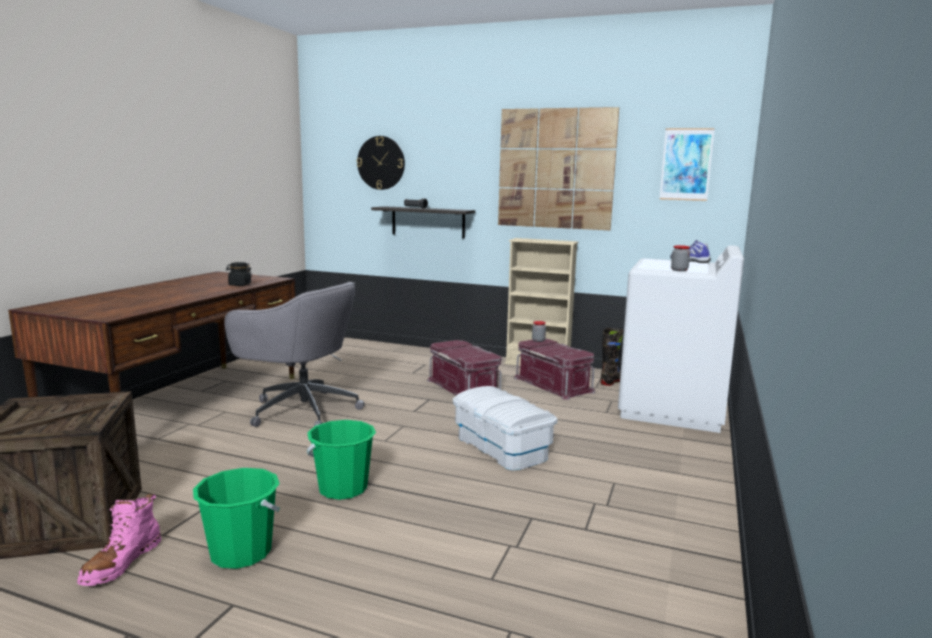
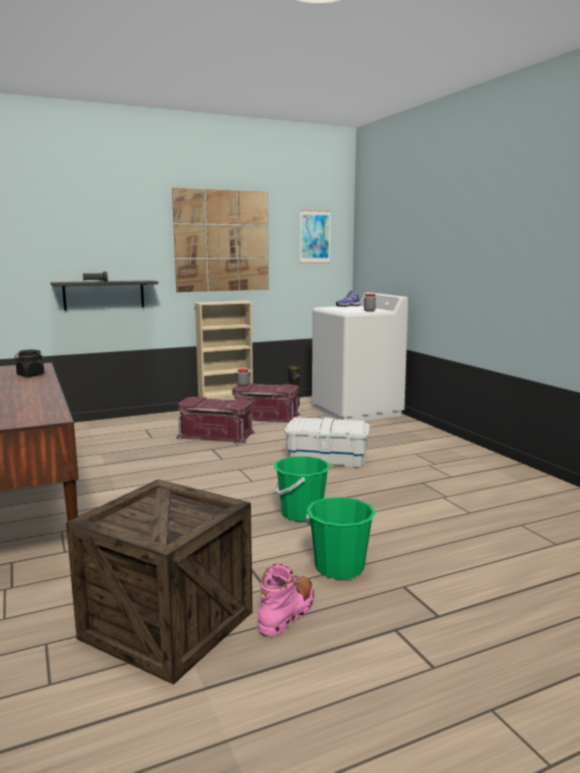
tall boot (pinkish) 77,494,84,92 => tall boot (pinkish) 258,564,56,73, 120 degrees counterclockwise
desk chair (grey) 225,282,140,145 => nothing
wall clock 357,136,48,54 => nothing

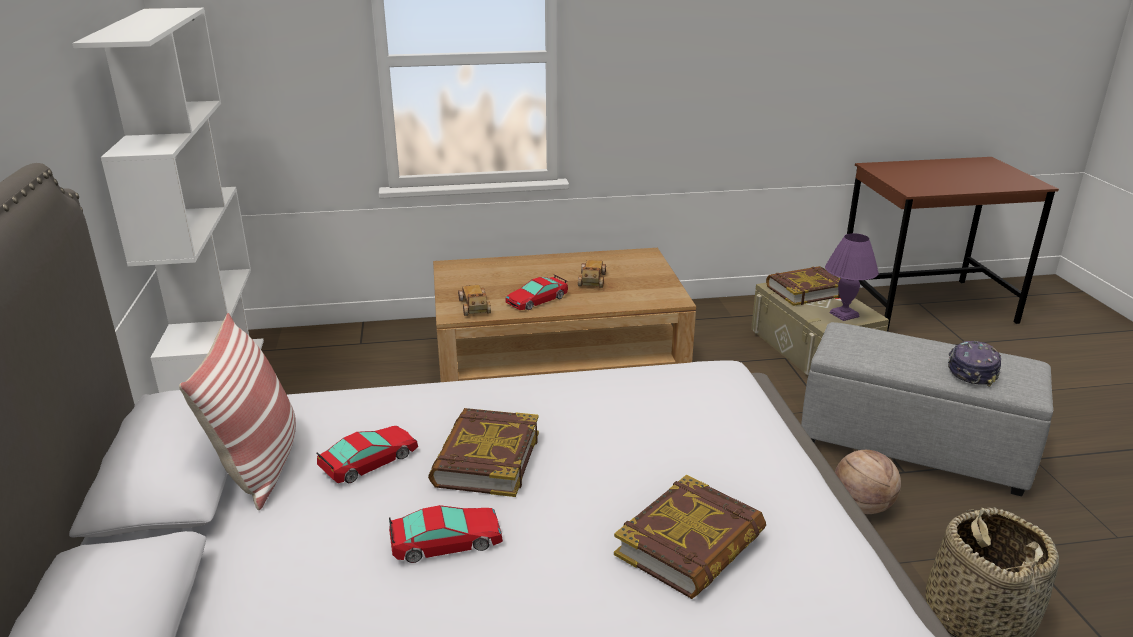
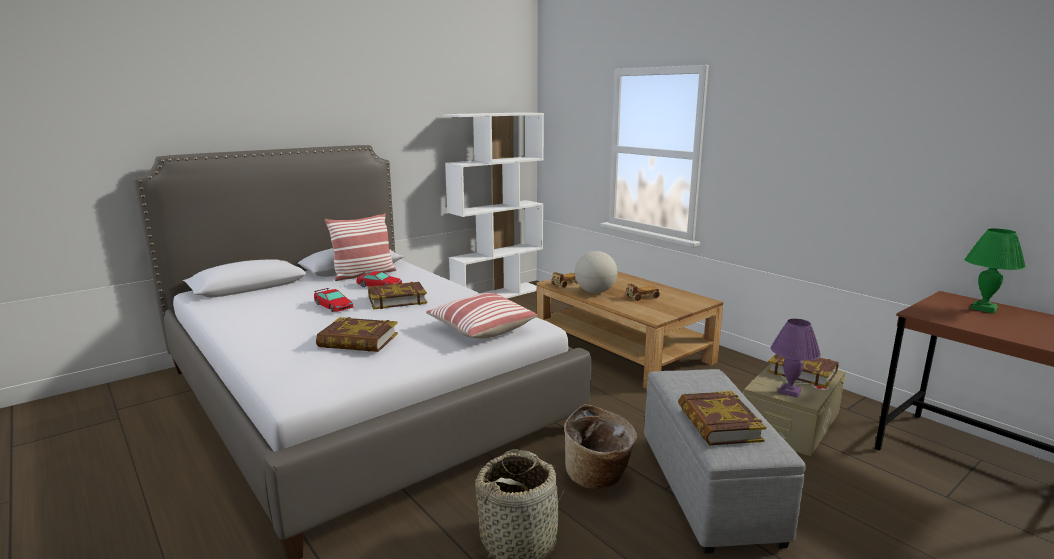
model car 505,275,63,35 => desk globe 575,251,42,42
basketball 835,450,66,64 => household basket 564,404,73,85
cap 948,341,53,46 => book 678,391,88,54
nothing => throw pillow 426,293,111,45
nothing => lamp for a table (greenish) 964,228,62,85

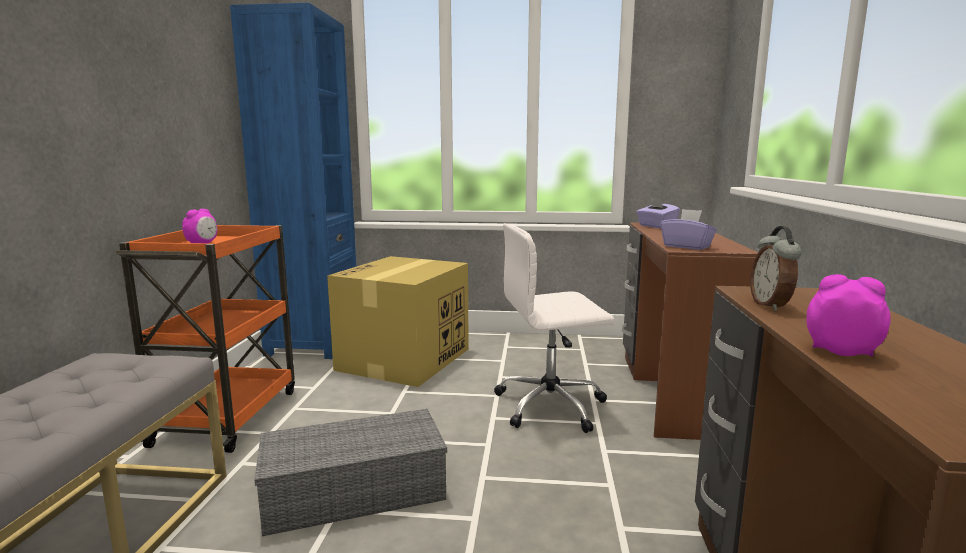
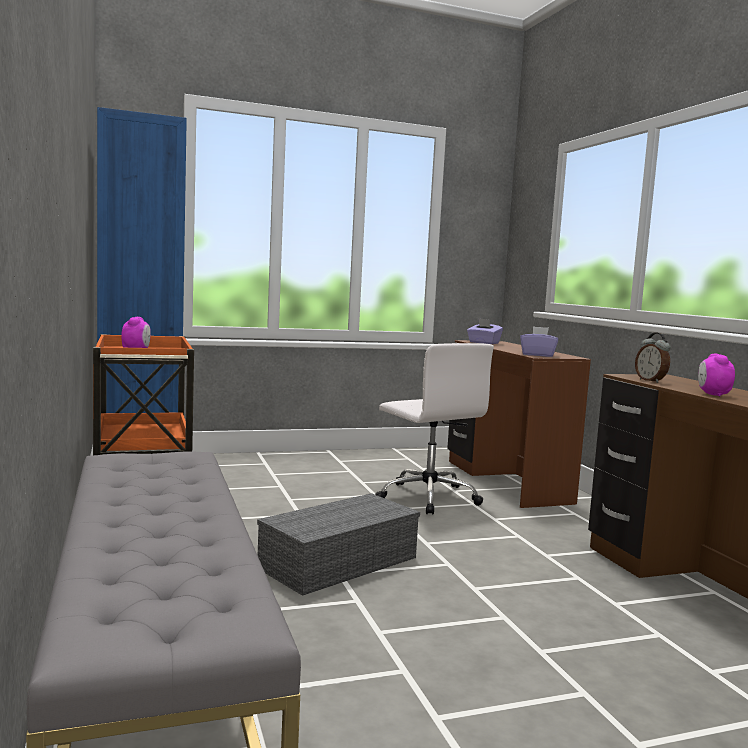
packing box 327,256,142,131 => nothing
desk chair (white) 494,223,120,210 => desk chair (white) 375,343,119,172, 90 degrees counterclockwise
table clock 807,274,84,83 => table clock 698,354,37,43, 90 degrees counterclockwise

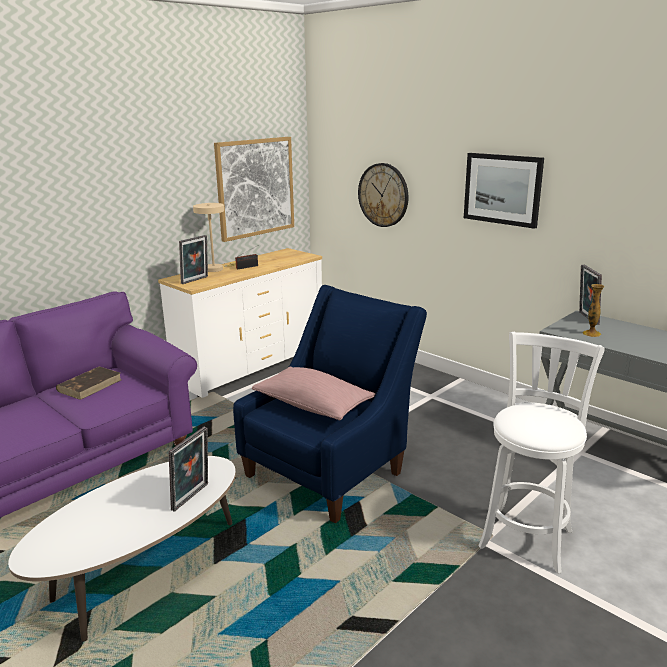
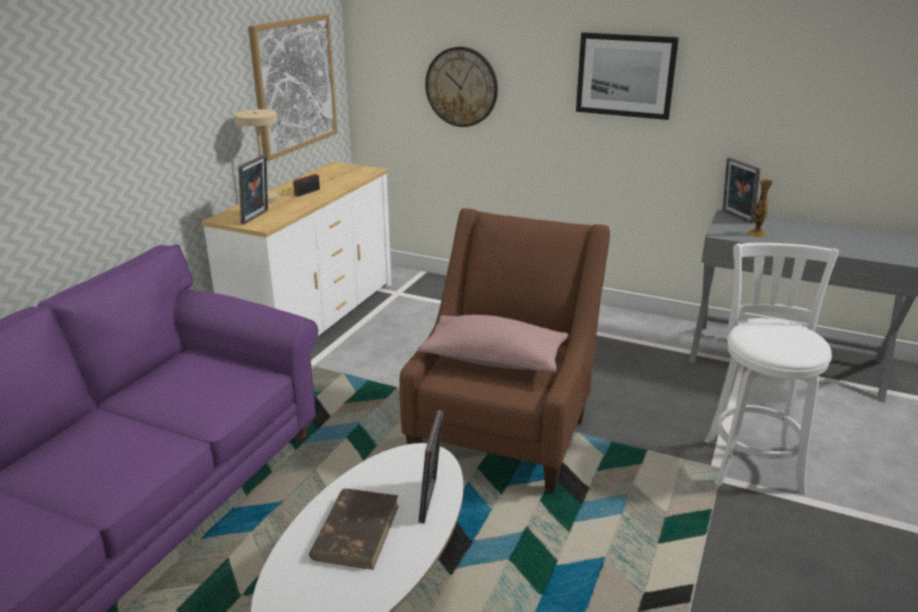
book (brownish) 56,367,65,33 => book (brownish) 309,488,90,82, moved
armchair (blue-coloured) 233,285,194,238 => armchair (brownish) 399,208,211,285

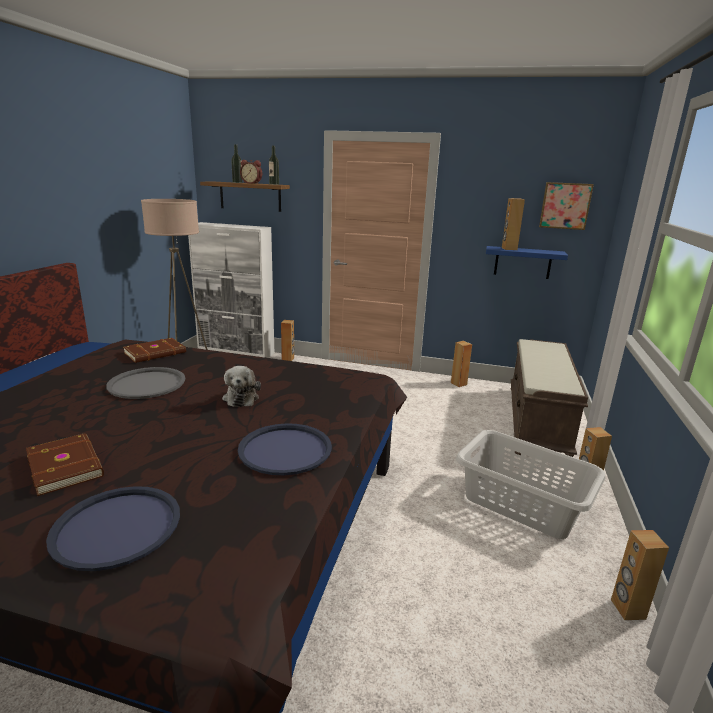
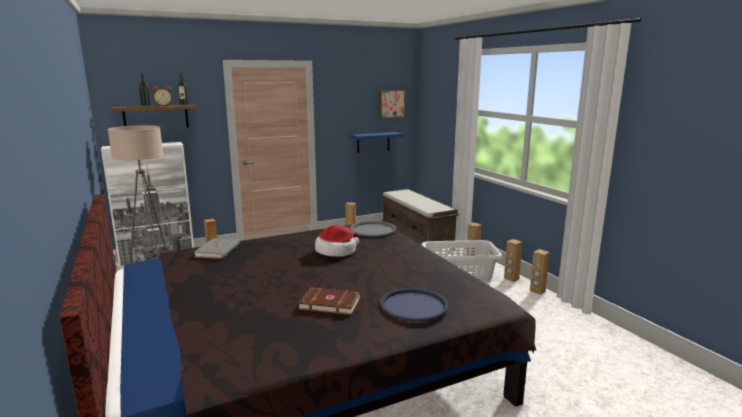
serving tray (grey) 106,367,79,32 => serving tray (grey) 350,221,46,16, moved
book (brownish) 123,338,63,25 => book (grey) 194,238,46,21
cuddly toy 222,366,39,41 => wearable hat 315,225,44,32
serving tray (blue-coloured) 238,423,94,52 => nothing
audio speaker (brownish) 502,198,23,52 => audio speaker (brownish) 504,239,18,43, moved

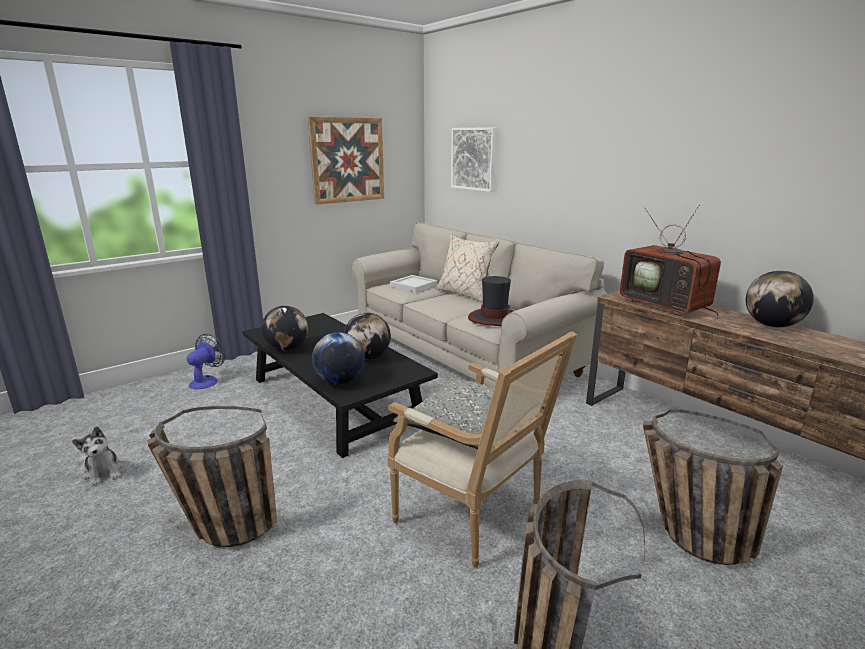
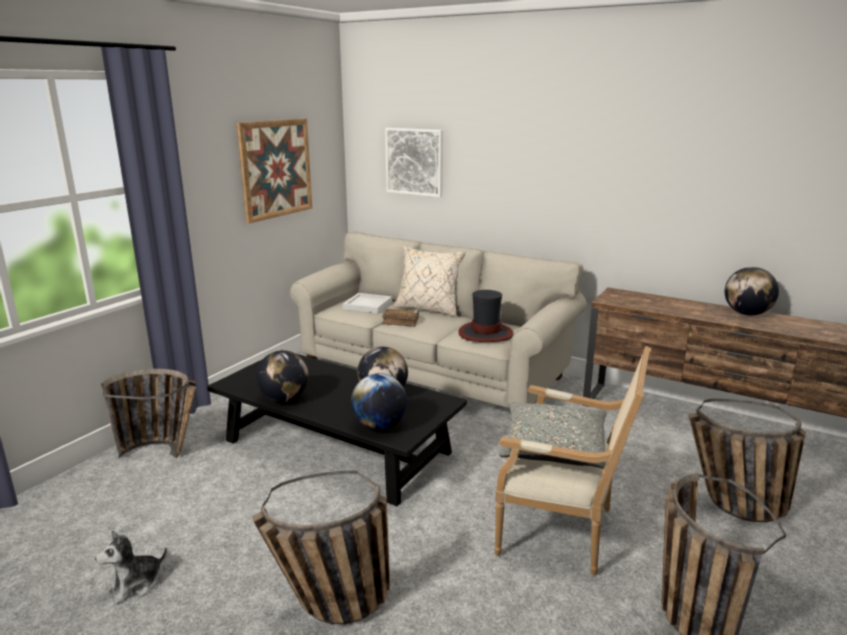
cuddly toy 72,427,51,60 => cuddly toy 95,530,72,74, 105 degrees clockwise
fan 186,334,39,55 => household basket 101,369,95,89
TV 620,204,101,115 => nothing
nothing => book (brownish) 382,309,37,18

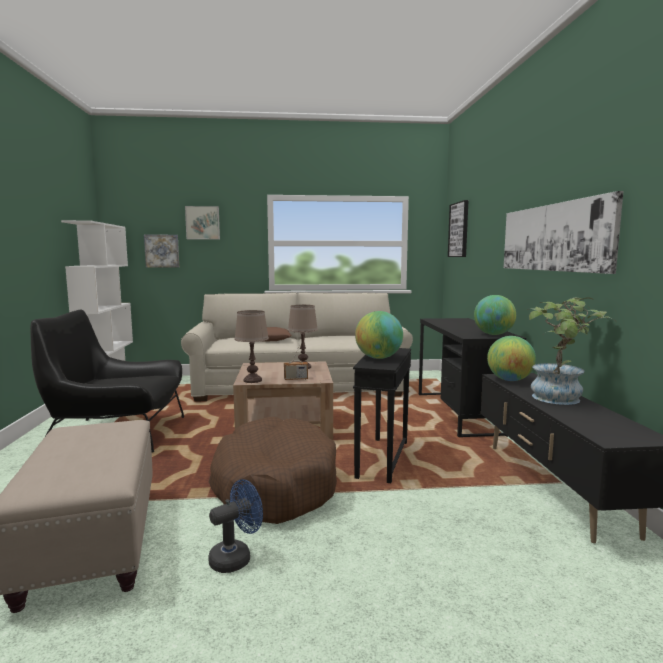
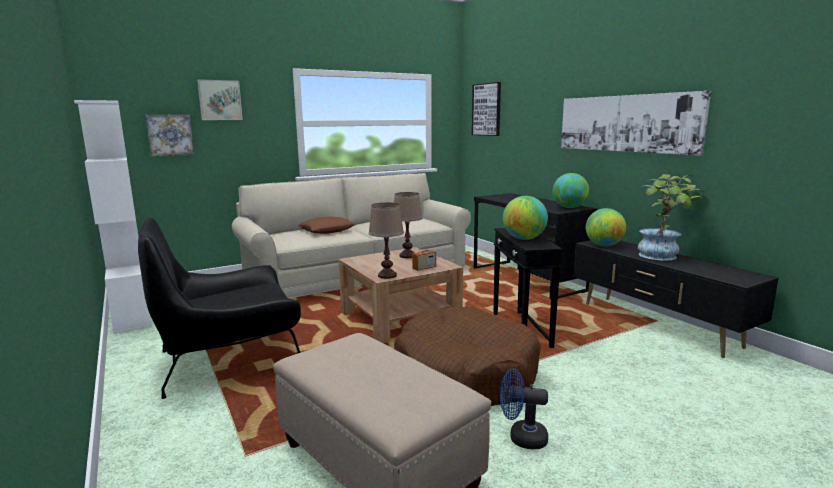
fan (blue-coloured) 208,479,55,94 => fan (blue-coloured) 500,368,48,81, 105 degrees counterclockwise

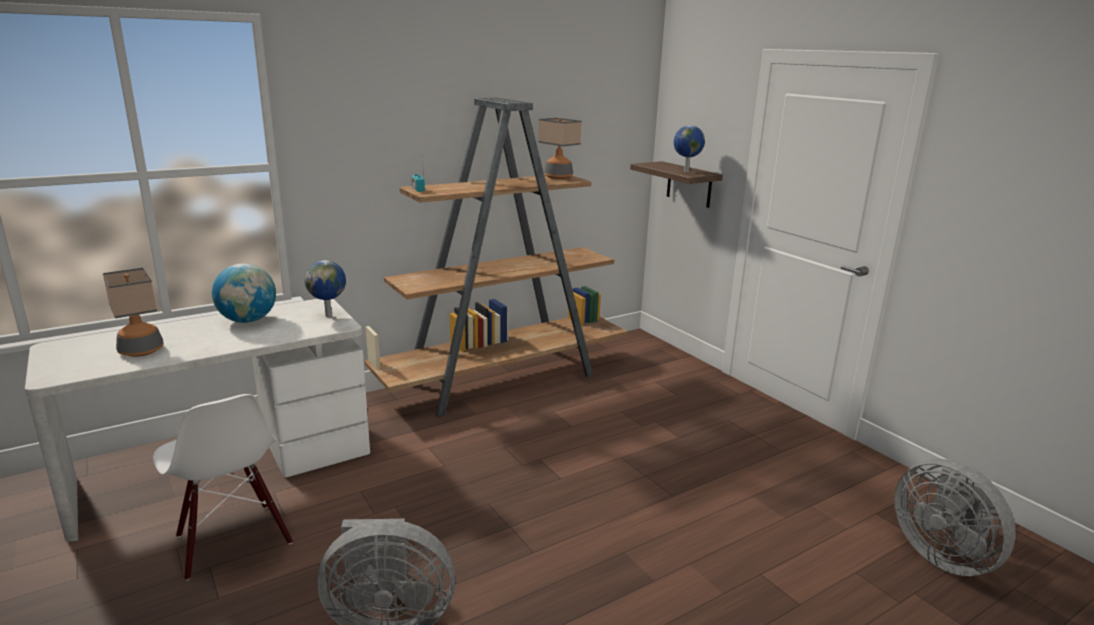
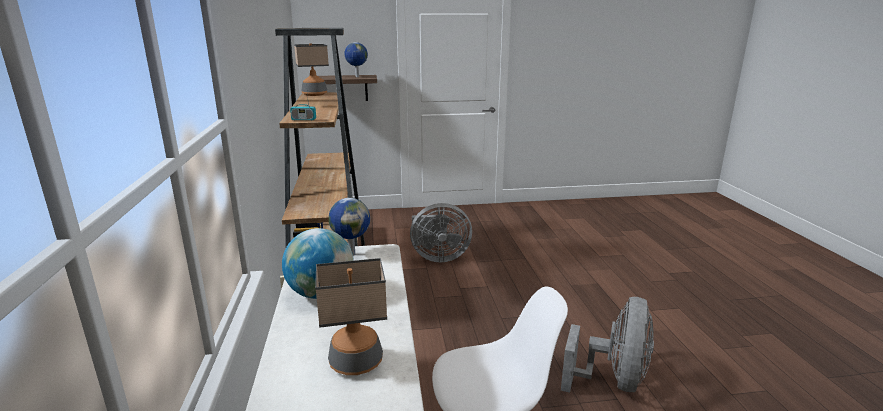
fan (grey) 894,459,122,117 => fan (grey) 410,203,62,59, moved

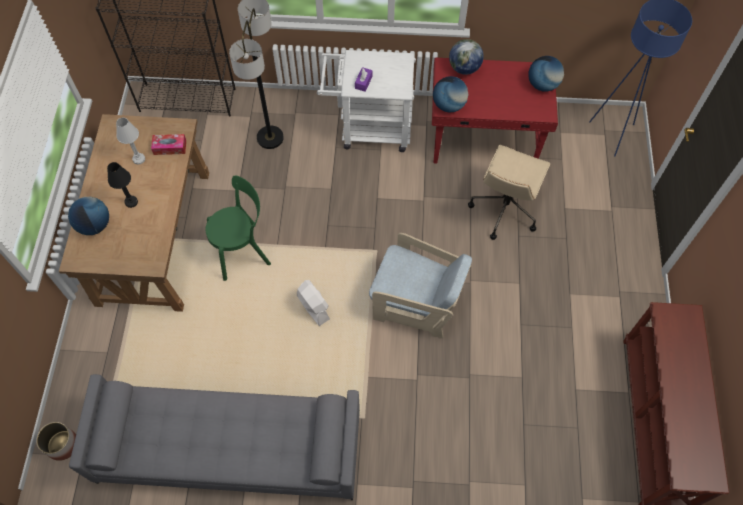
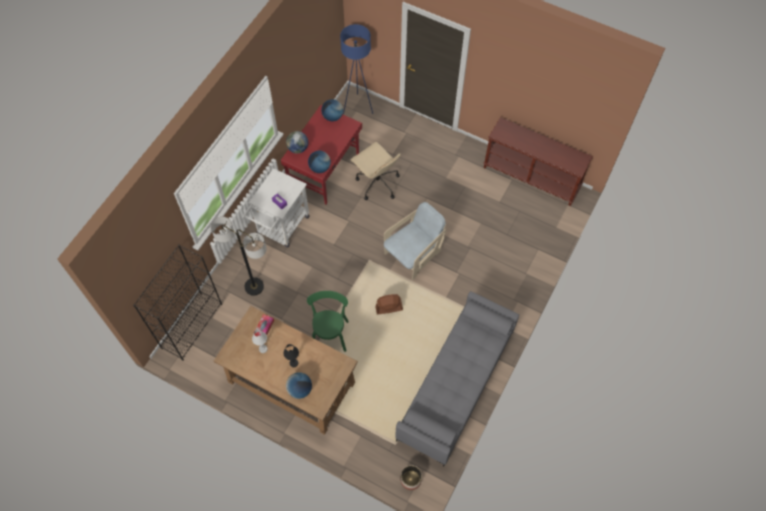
fan (white) 297,280,33,46 => fan (brownish) 375,294,28,20

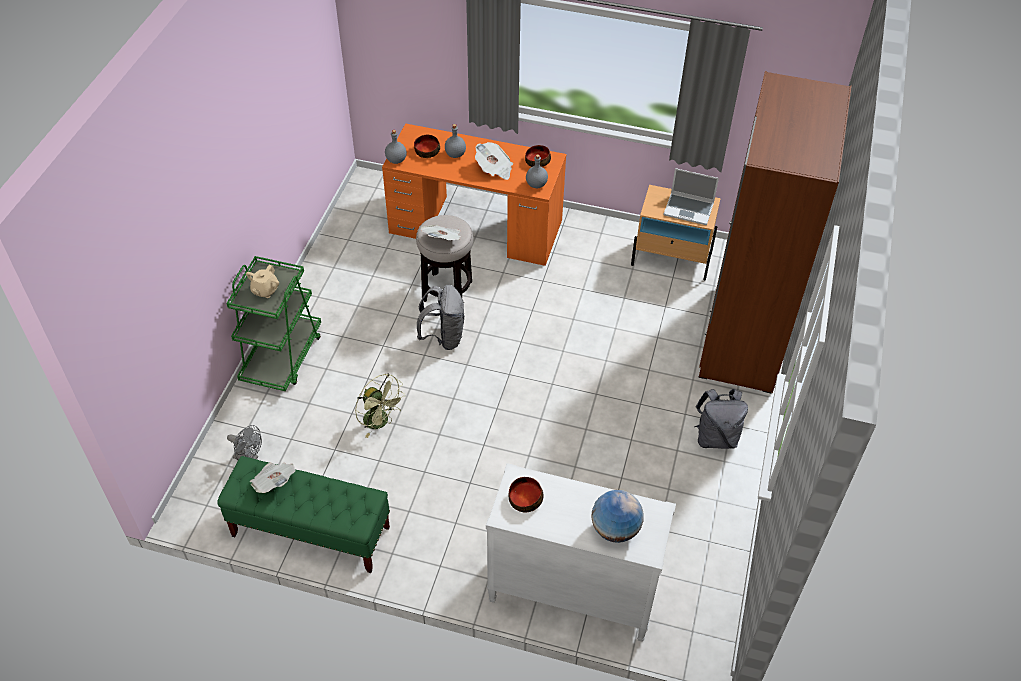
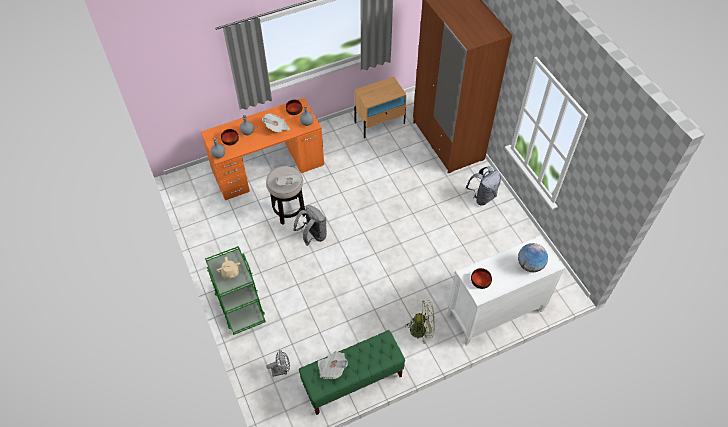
fan (greenish) 355,374,51,64 => fan (greenish) 405,301,30,43, moved
notebook computer 663,168,56,57 => nothing

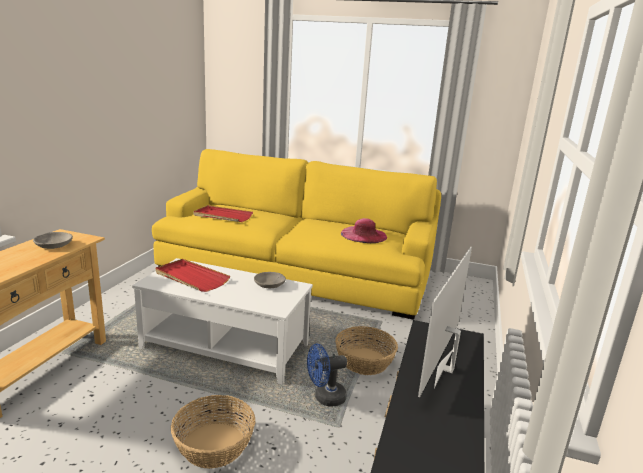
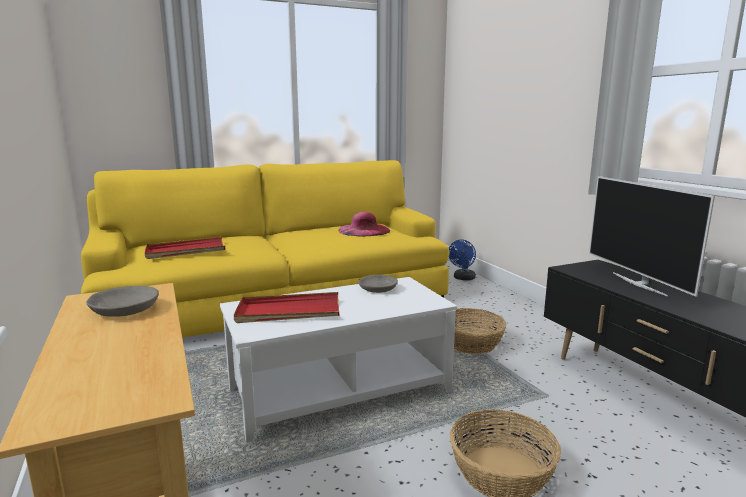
fan (blue-coloured) 307,343,40,64 => fan (blue-coloured) 449,240,27,41, moved

